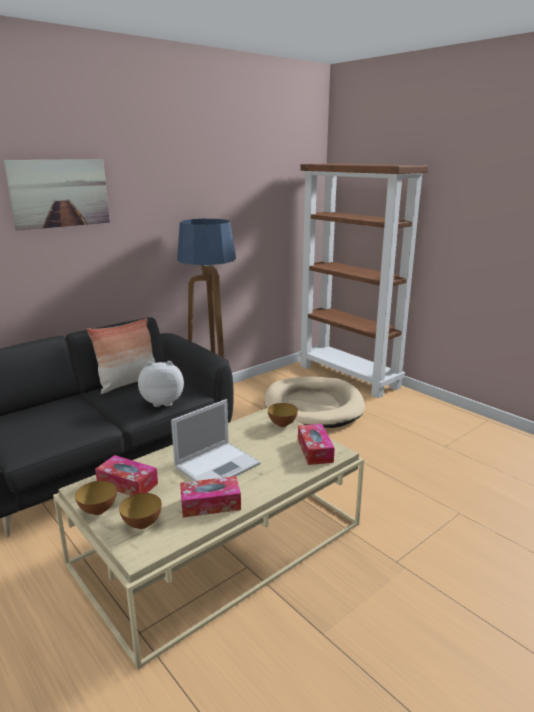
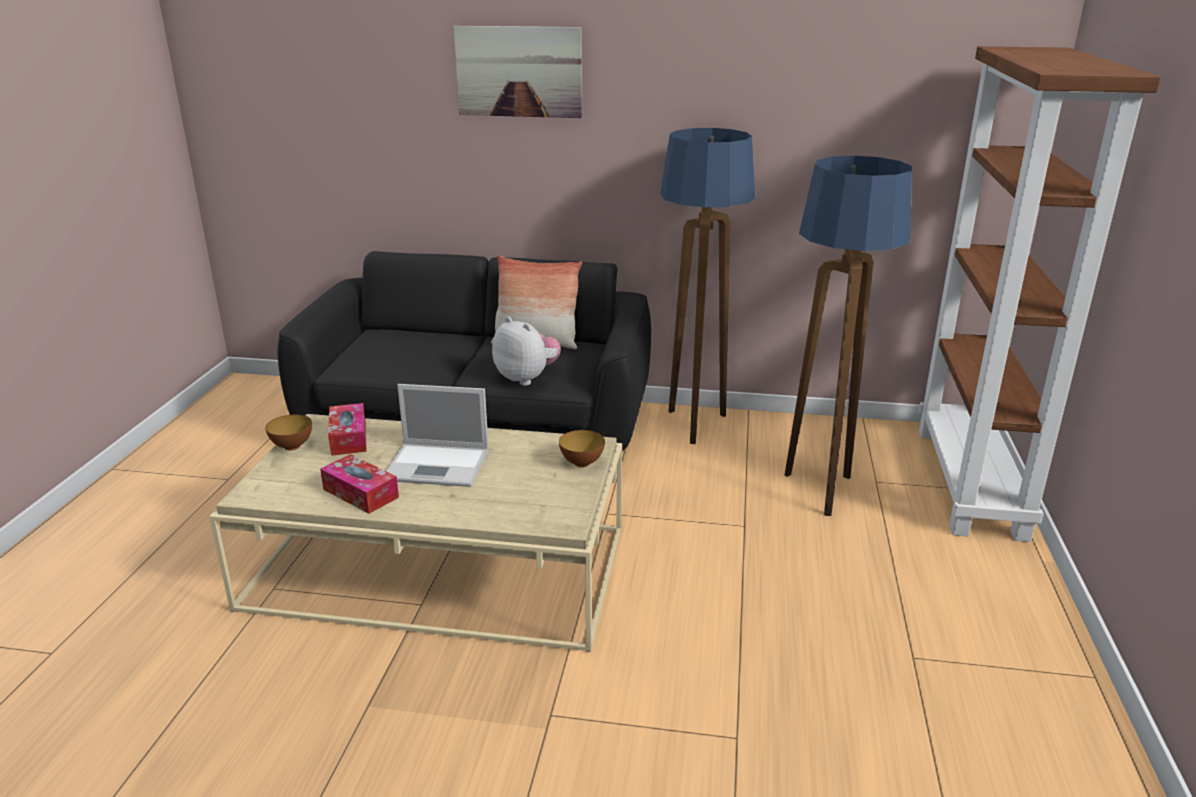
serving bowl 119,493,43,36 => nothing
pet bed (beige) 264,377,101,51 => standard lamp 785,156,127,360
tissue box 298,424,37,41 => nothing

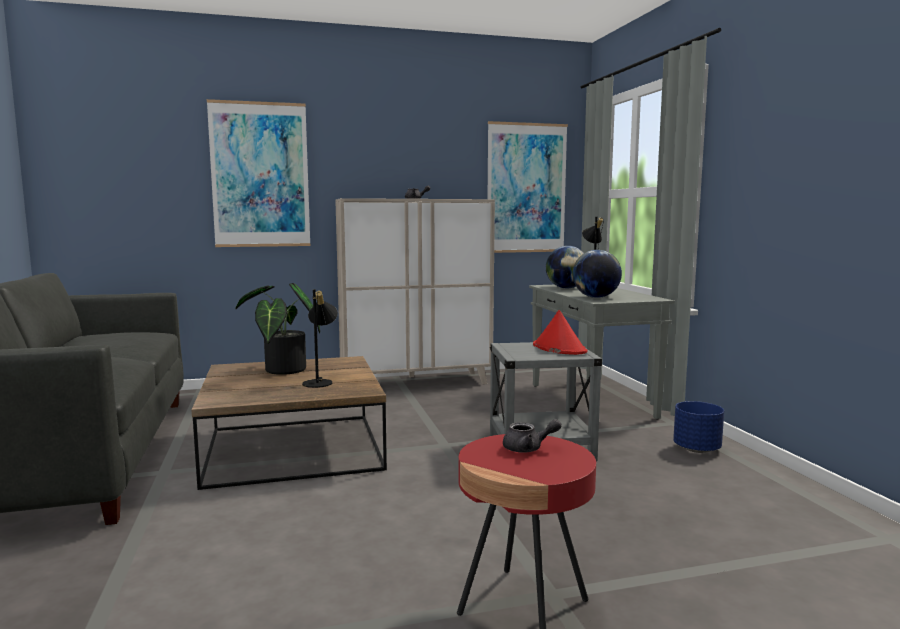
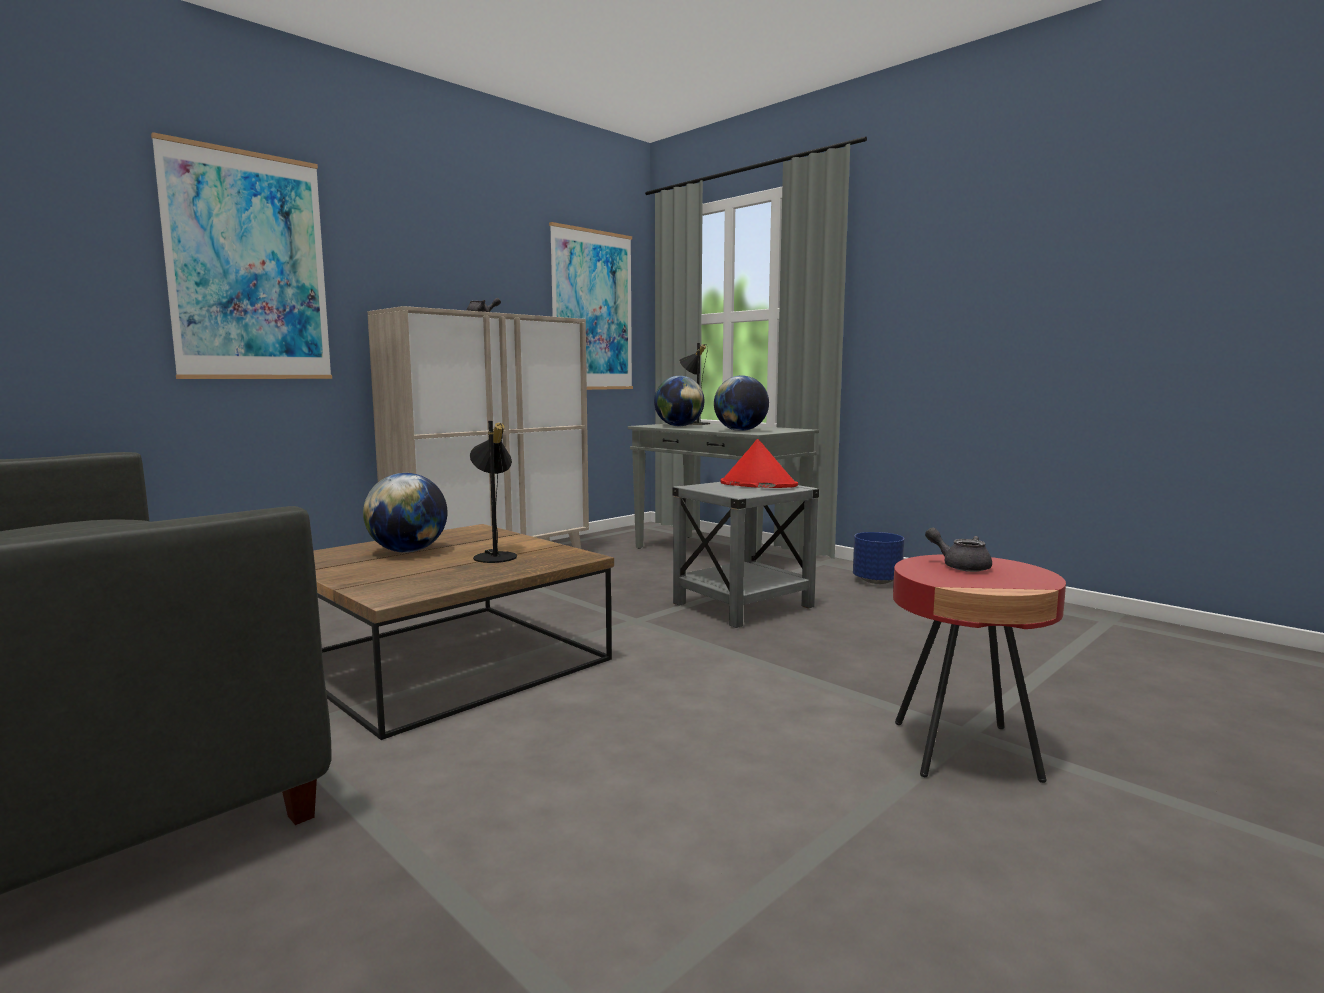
houseplant 236,283,84,92 => desk globe 363,473,84,80
teapot (grey) 503,419,59,34 => teapot (grey) 925,528,67,44, 105 degrees counterclockwise

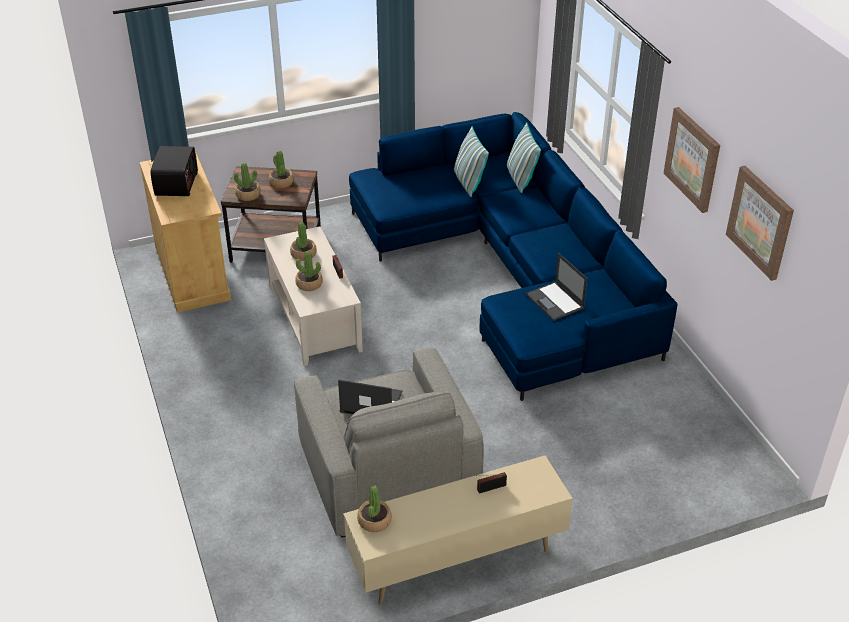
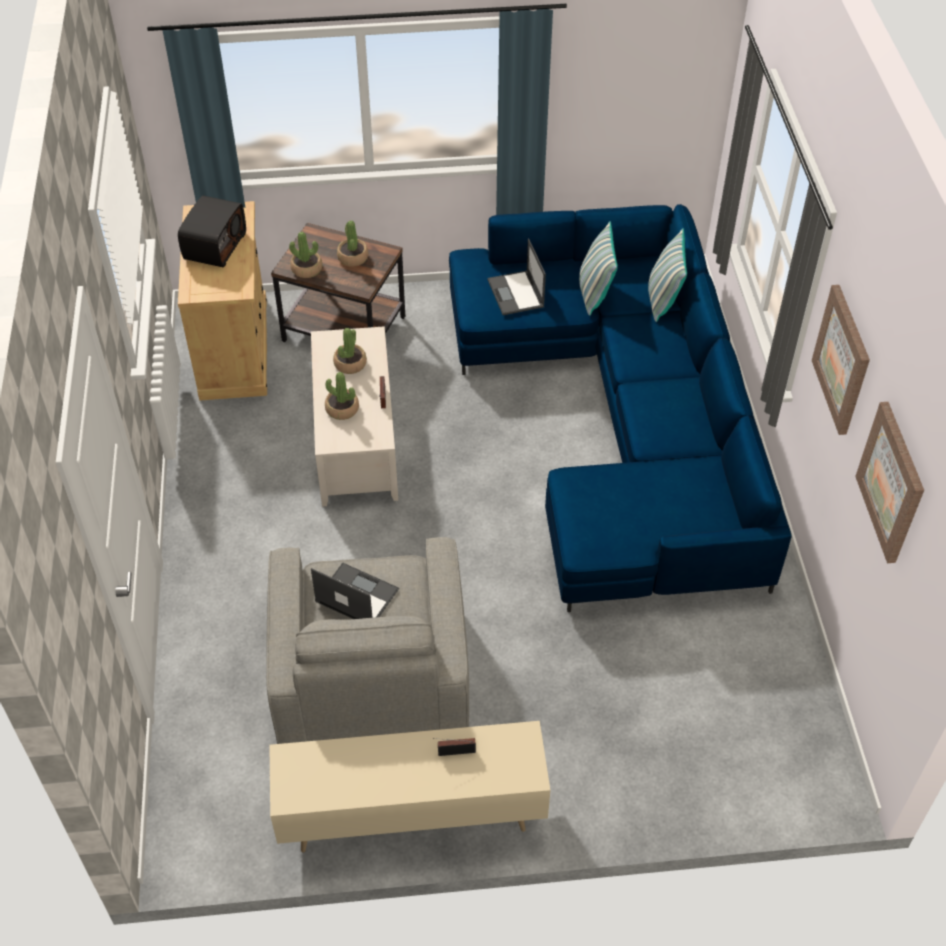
houseplant 357,485,35,47 => nothing
notebook computer 526,253,62,68 => notebook computer 488,239,58,76, moved

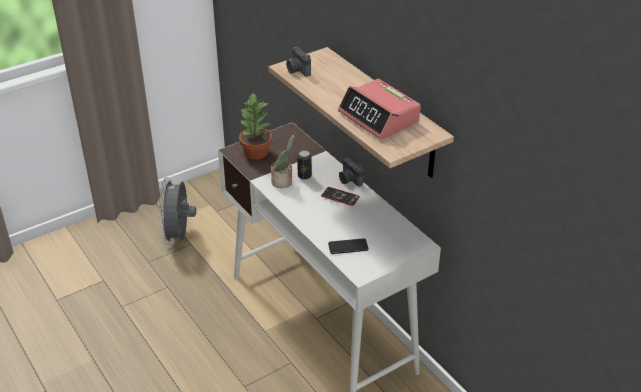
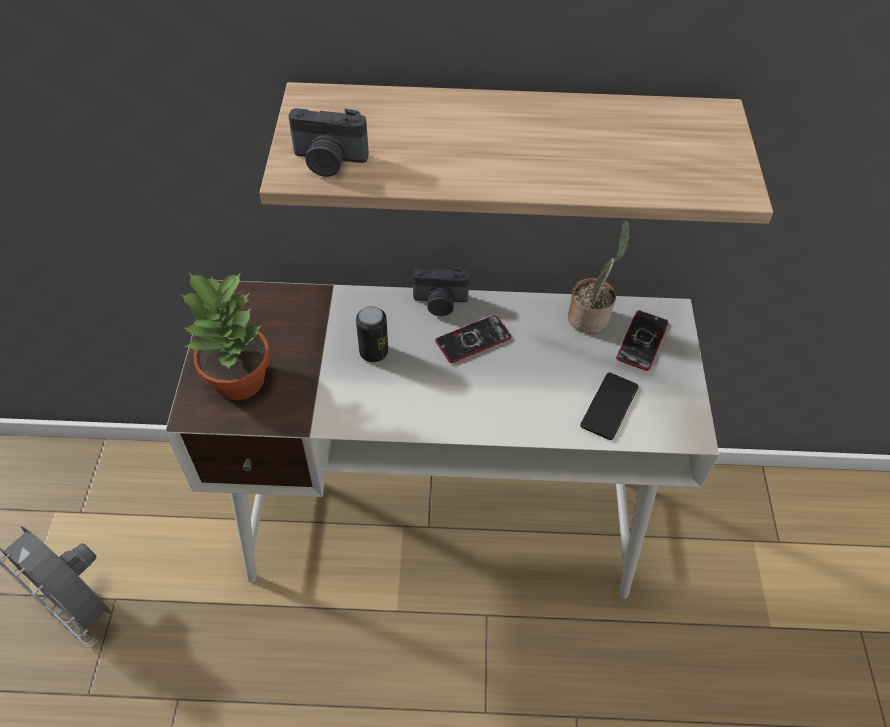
houseplant 271,134,23,54 => houseplant 568,220,62,114, moved
table clock 338,79,83,60 => nothing
nothing => telephone 616,310,52,61

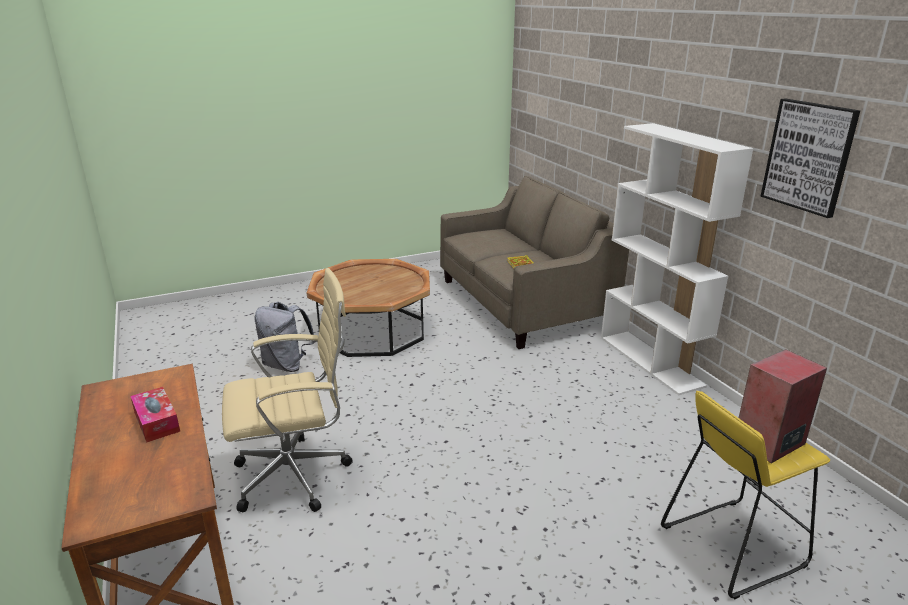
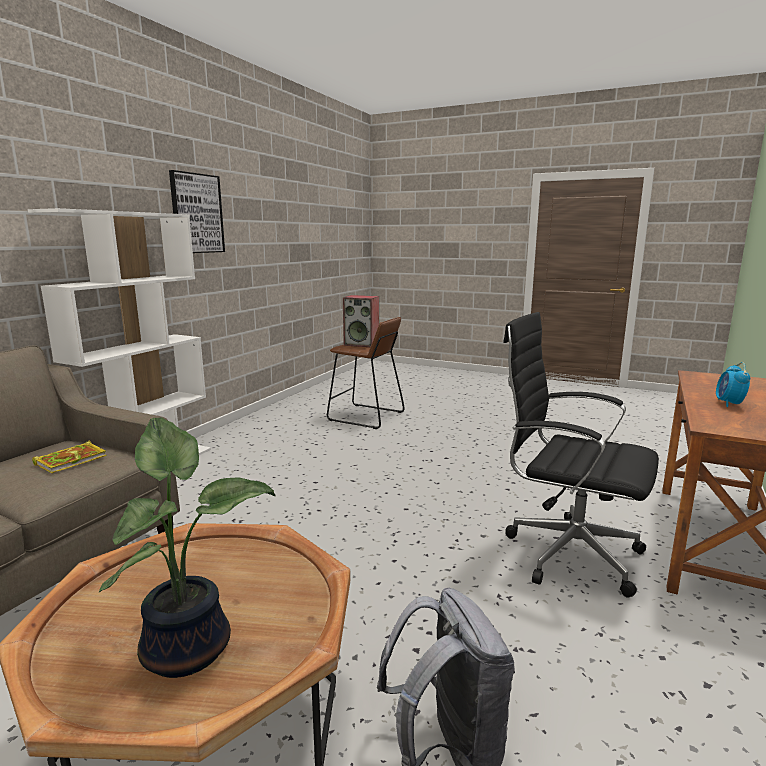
tissue box 130,387,50,55 => table clock 716,362,34,45
desk chair (beige) 222,268,131,244 => desk chair (blackish) 503,312,156,286
stool (yellow) 661,391,169,208 => stool (brownish) 327,317,78,112
nothing => houseplant 99,417,176,261

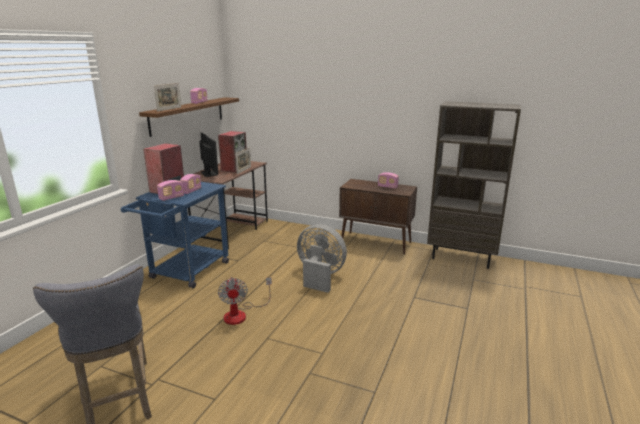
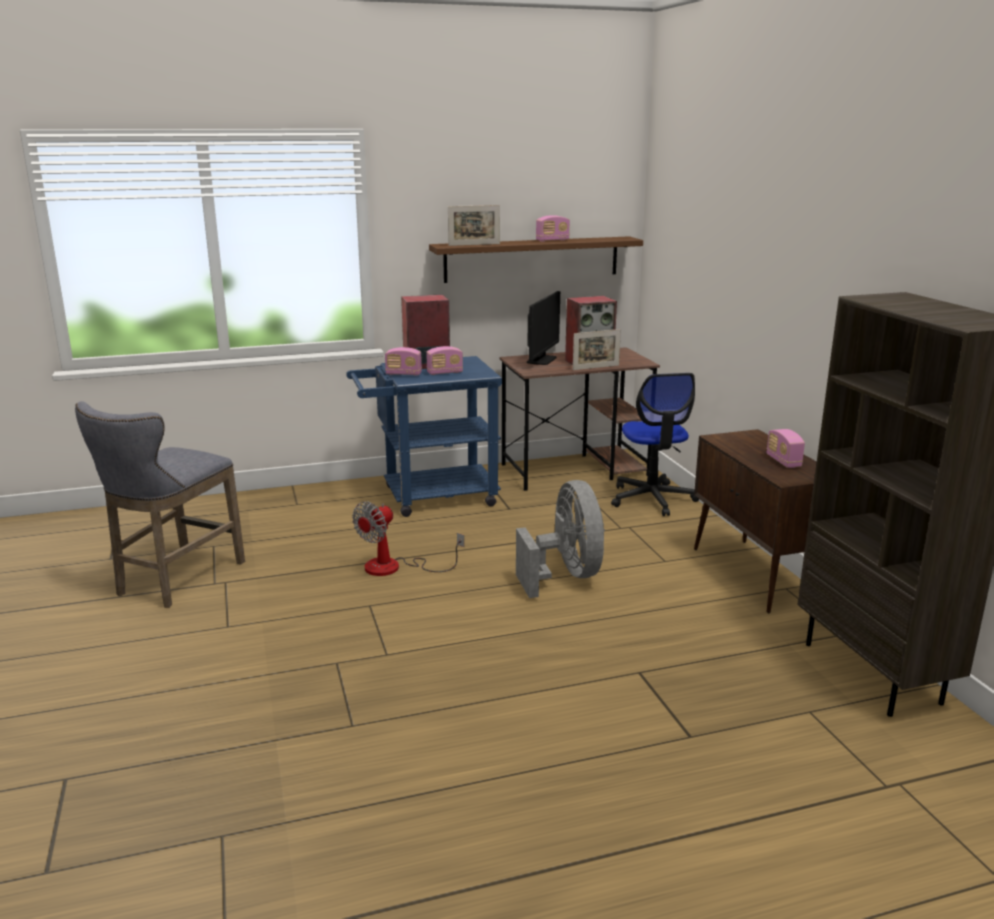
nothing => desk chair 611,373,88,143

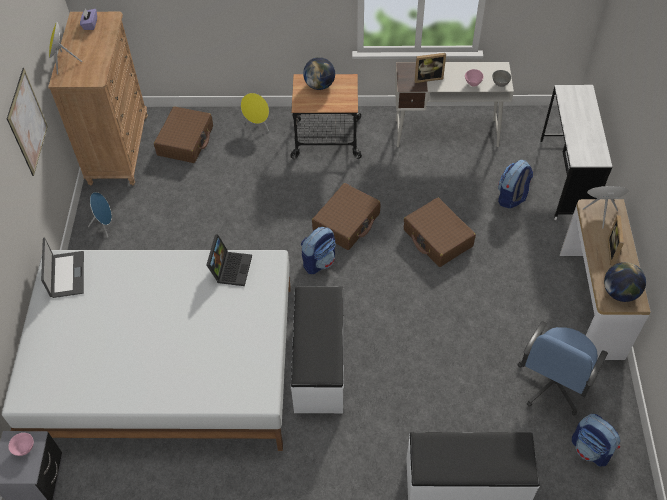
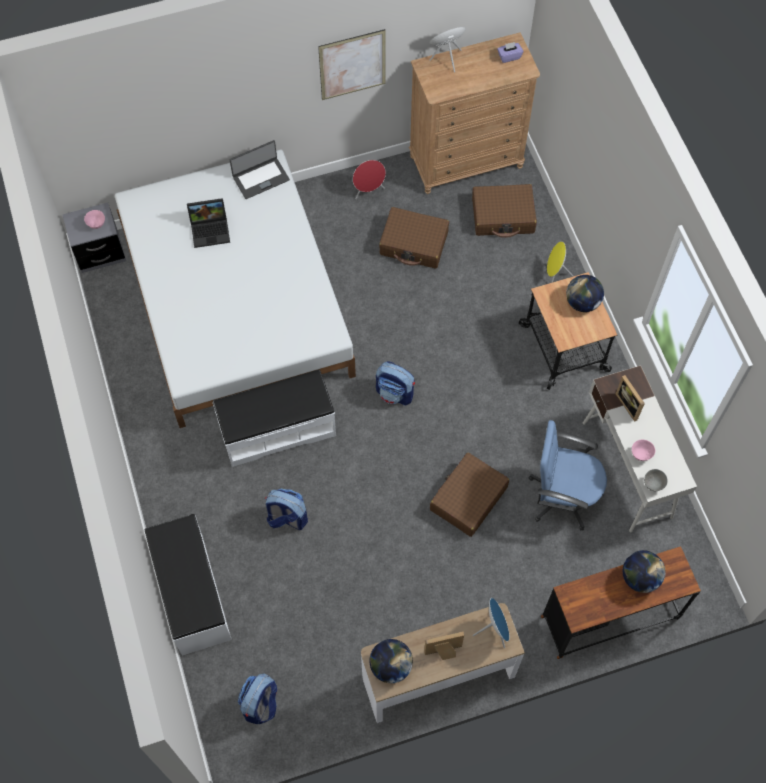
audio speaker (blue-coloured) 88,192,24,46 => audio speaker (reddish) 353,160,33,39
notebook computer 206,235,46,51 => notebook computer 187,198,43,50, moved
suitcase (brownish) 312,183,69,67 => suitcase (brownish) 379,207,70,62, moved
knapsack 498,160,35,48 => knapsack 265,488,43,42, moved
desk chair (blue-coloured) 518,321,90,95 => desk chair (blue-coloured) 529,420,78,110, moved
desk unit (white) 540,85,72,135 => desk unit (brownish) 541,546,160,113
nothing => desk globe 623,550,42,43

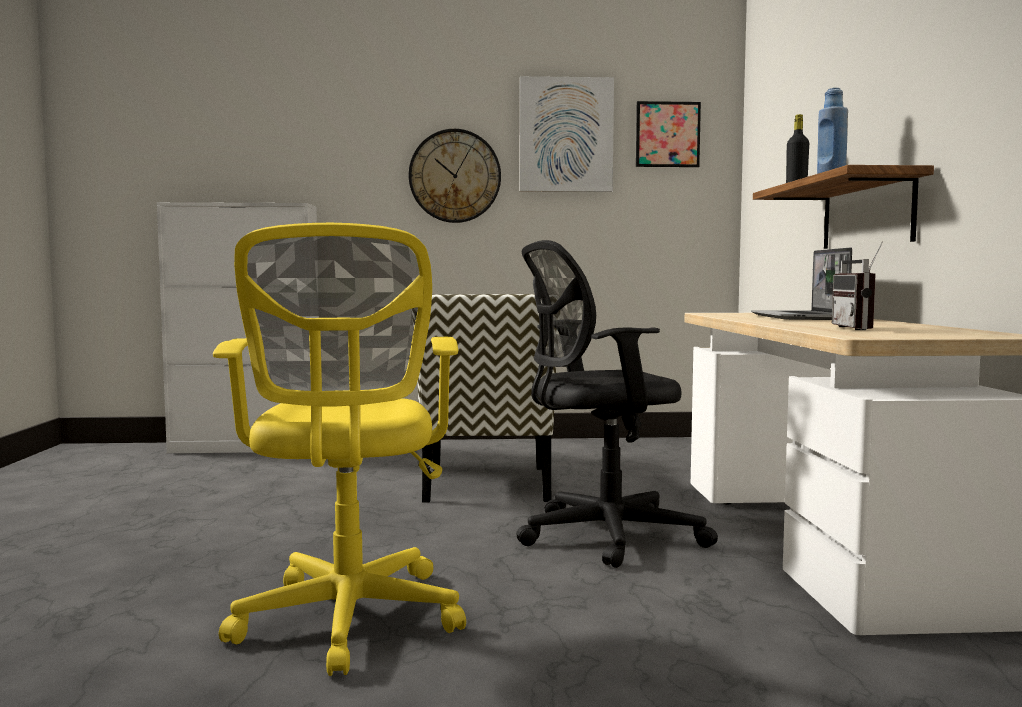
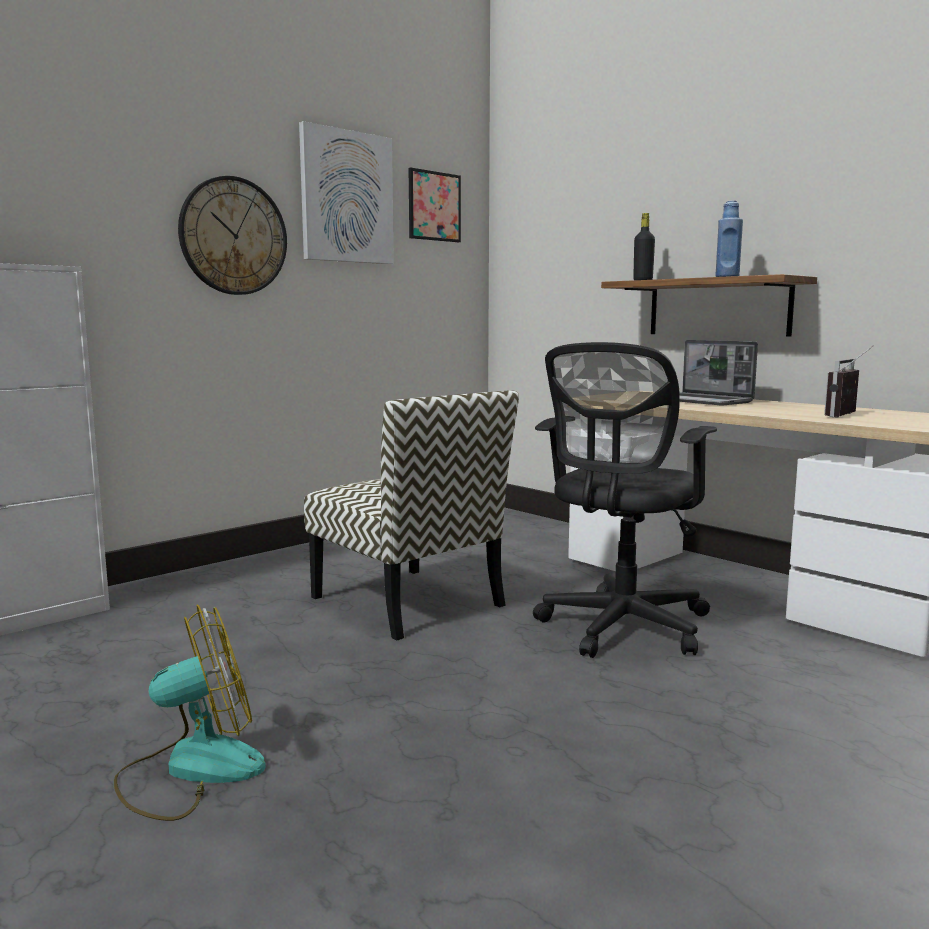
desk chair (yellow) 213,223,253,453 => nothing
radio set 832,242,51,88 => radio set 824,345,50,73, 75 degrees clockwise
nothing => fan 114,605,152,216

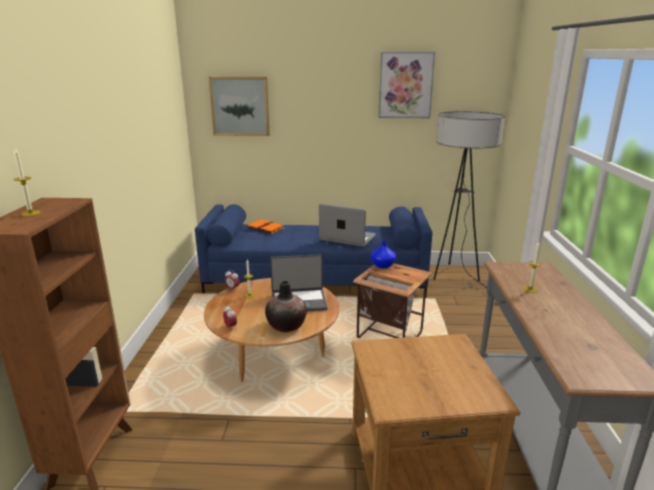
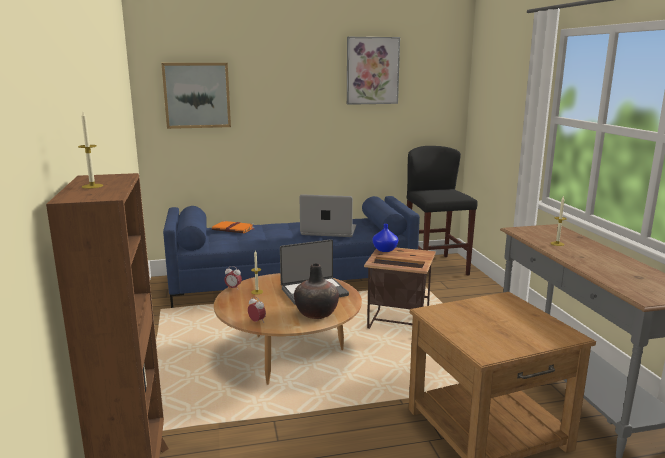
standard lamp 433,111,72,177 => stool (blackish) 406,146,72,130

